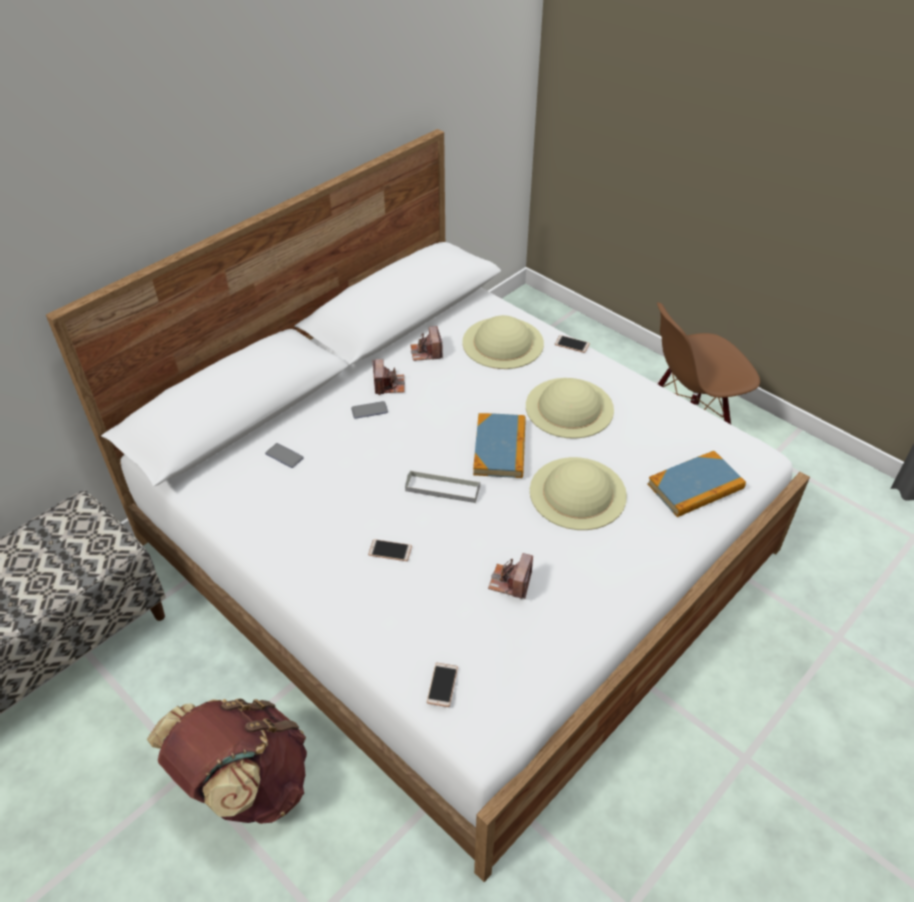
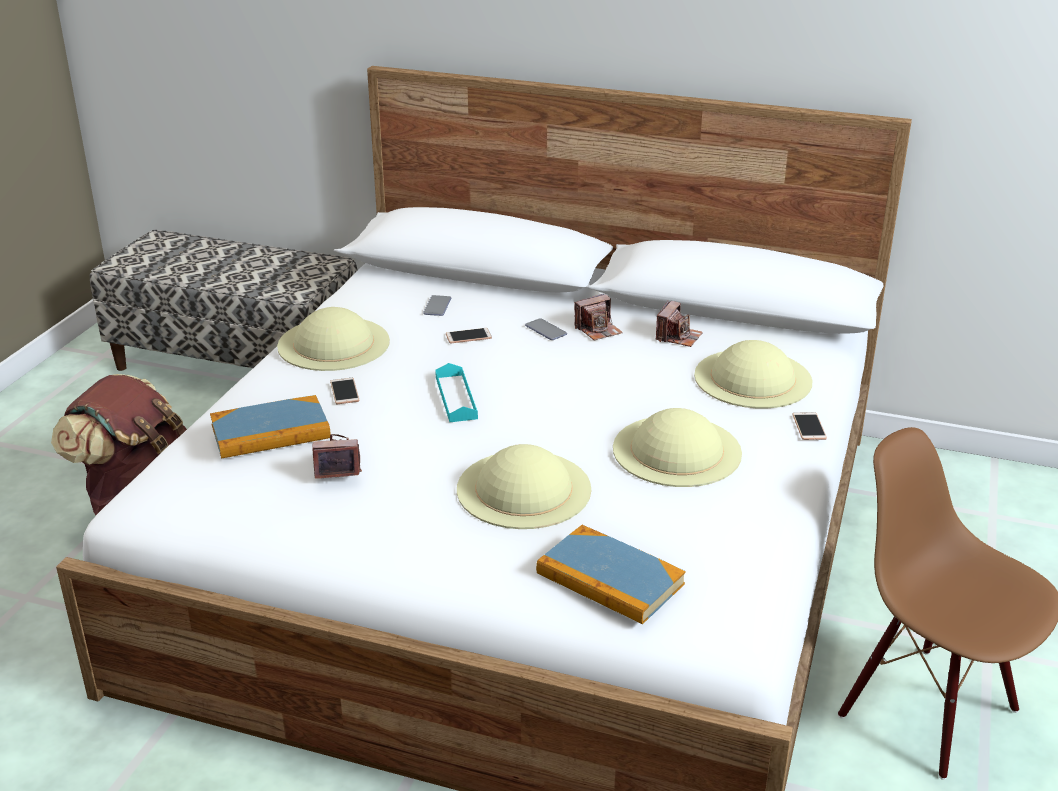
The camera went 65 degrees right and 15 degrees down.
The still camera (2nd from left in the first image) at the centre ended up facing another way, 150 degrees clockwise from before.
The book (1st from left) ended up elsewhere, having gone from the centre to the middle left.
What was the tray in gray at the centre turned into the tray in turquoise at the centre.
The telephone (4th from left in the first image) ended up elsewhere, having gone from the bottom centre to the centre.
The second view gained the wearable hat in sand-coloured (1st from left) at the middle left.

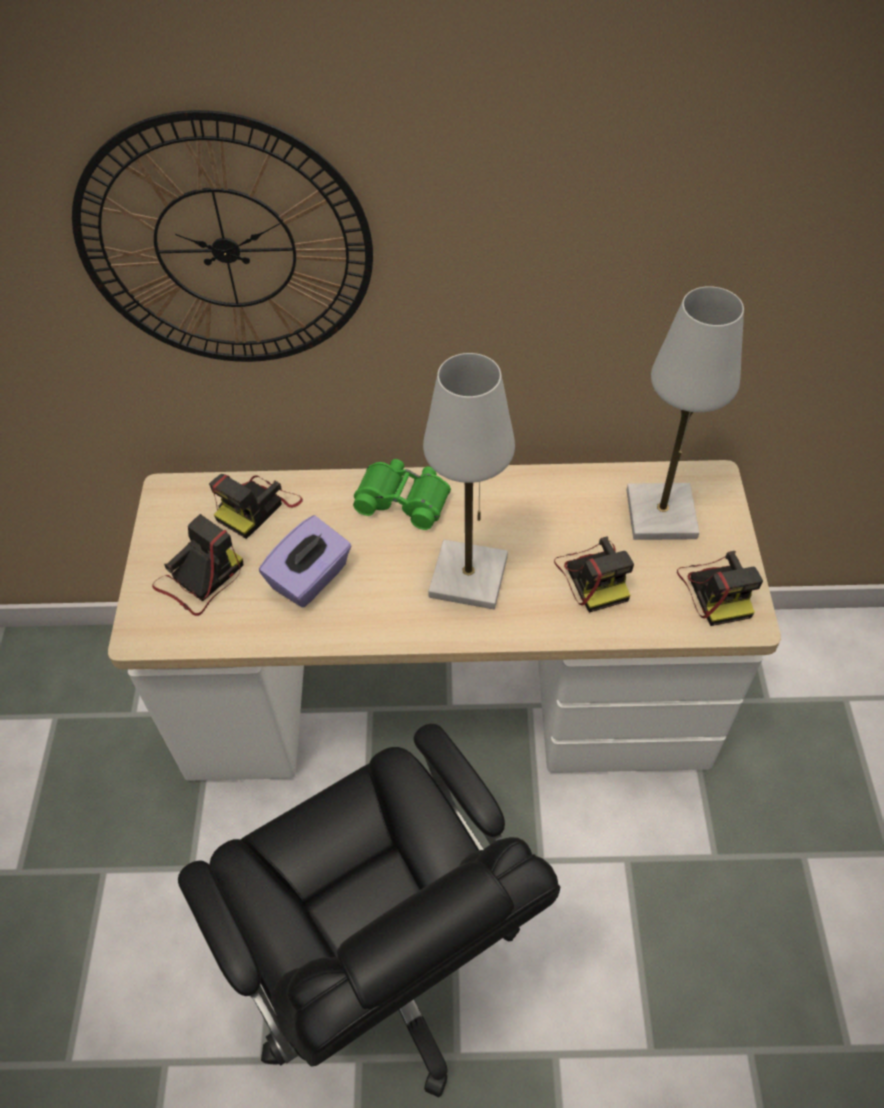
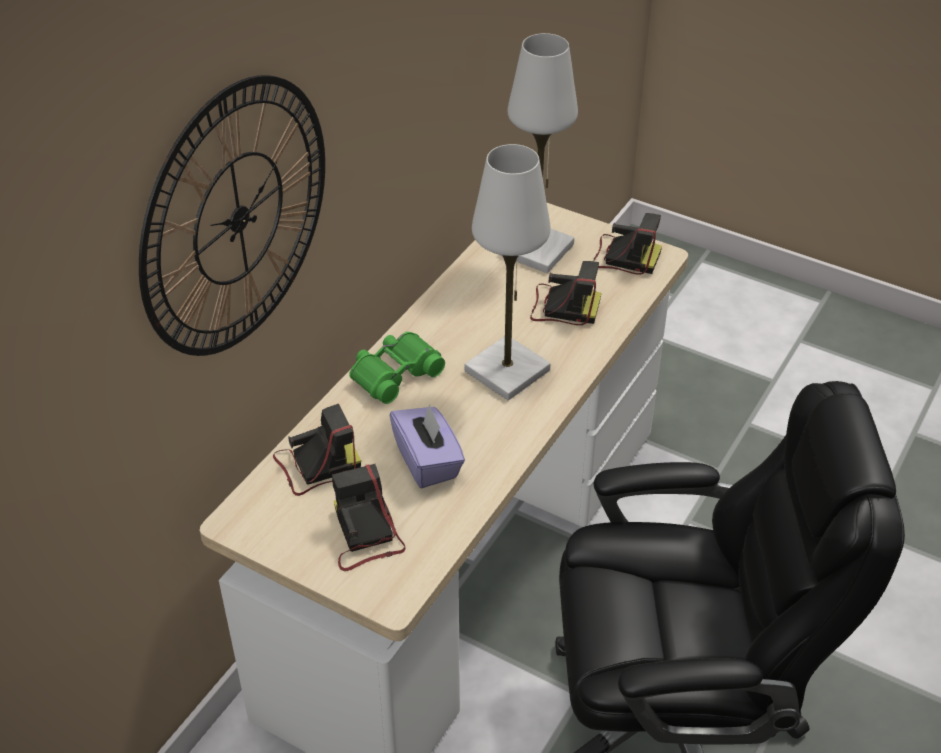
The camera went 60 degrees left and 10 degrees down.
The still camera (2nd from left in the first image) at the middle left ended up facing another way, 90 degrees counterclockwise from before.

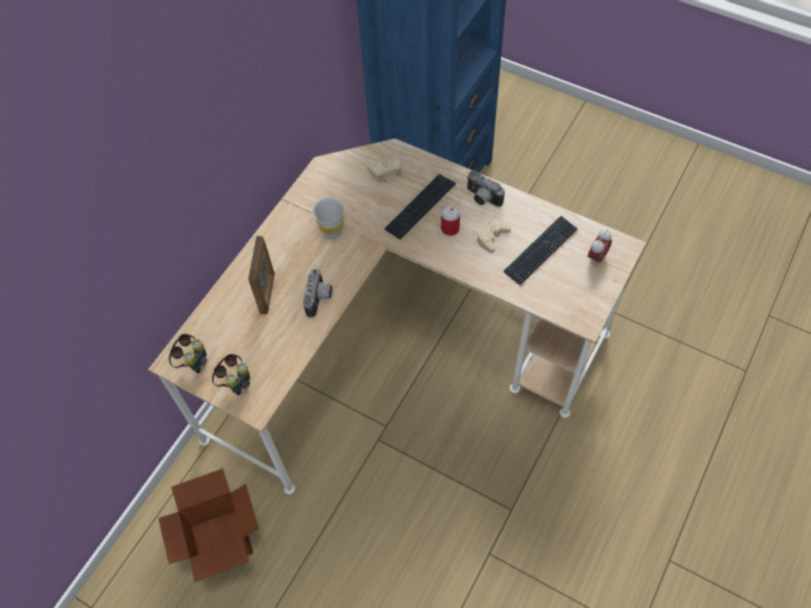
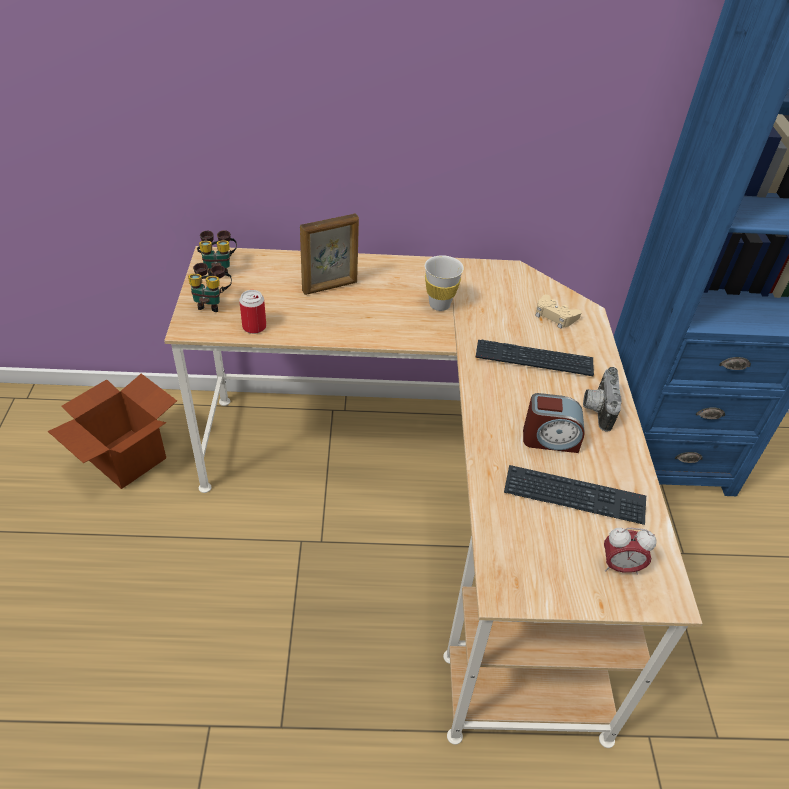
The camera went 55 degrees right and 15 degrees down.
The can ended up elsewhere, having gone from the centre to the middle left.
Where the gamepad in sand-coloured (2nd from left) stood at the centre, the table clock (1st from left) came to stand at the middle right.
The second view lost the still camera (1st from left) at the centre.

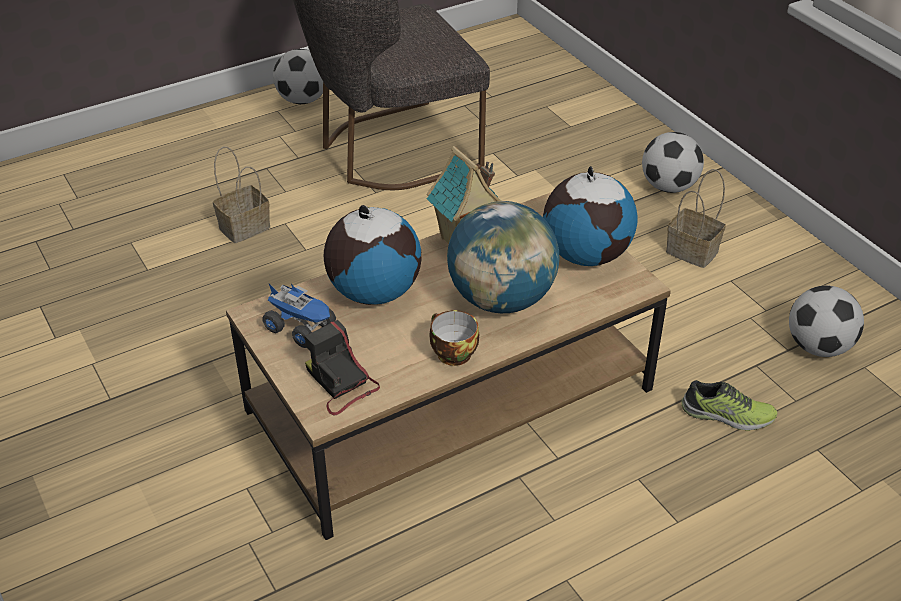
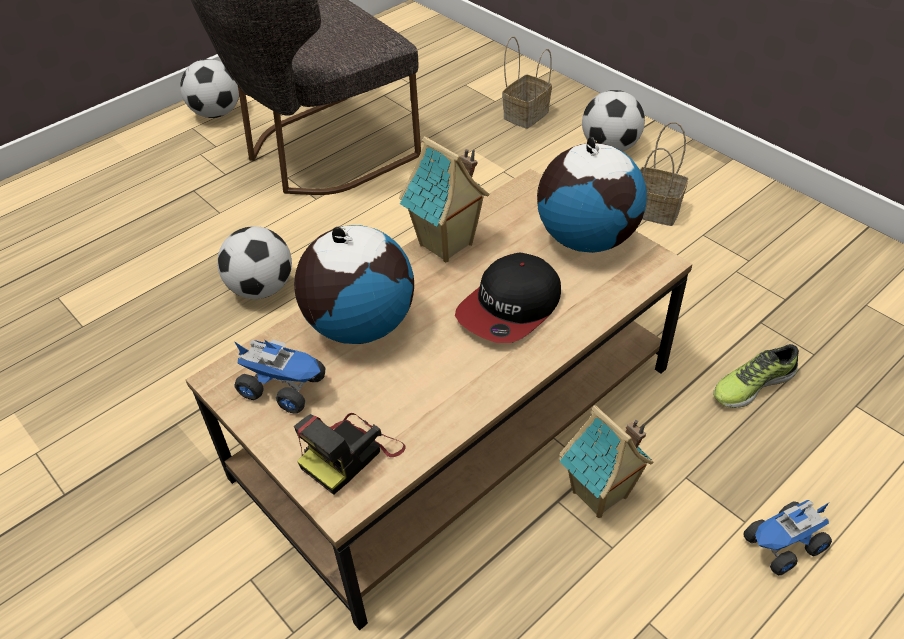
The camera went 10 degrees left and 5 degrees up.
The storage basket (1st from left) ended up elsewhere, having gone from the top left to the top centre.
Where the world globe (2nd from left) stood at the centre, the baseball cap came to stand at the centre.
The football (3rd from left in the first image) ended up elsewhere, having gone from the middle right to the middle left.
The second view lost the drinking cup at the centre.
The still camera at the centre ended up facing another way, 90 degrees counterclockwise from before.
The low shoe at the bottom right ended up facing another way, 150 degrees clockwise from before.
The second view gained the toy house (2nd from left) at the bottom right.
The second view gained the model truck (2nd from left) at the bottom right.

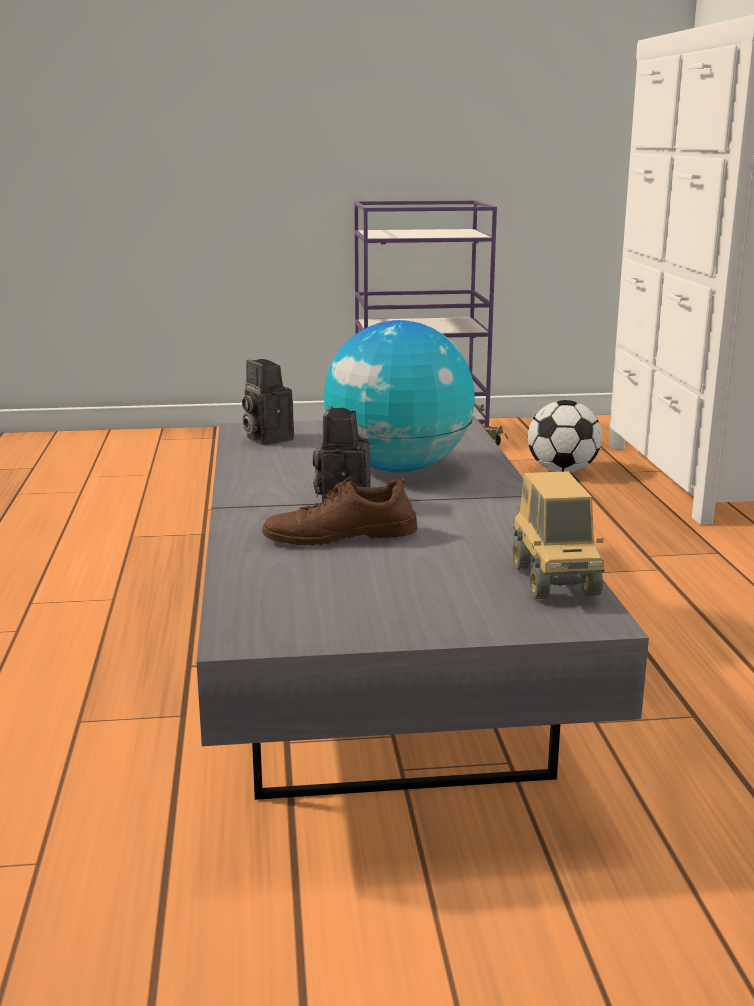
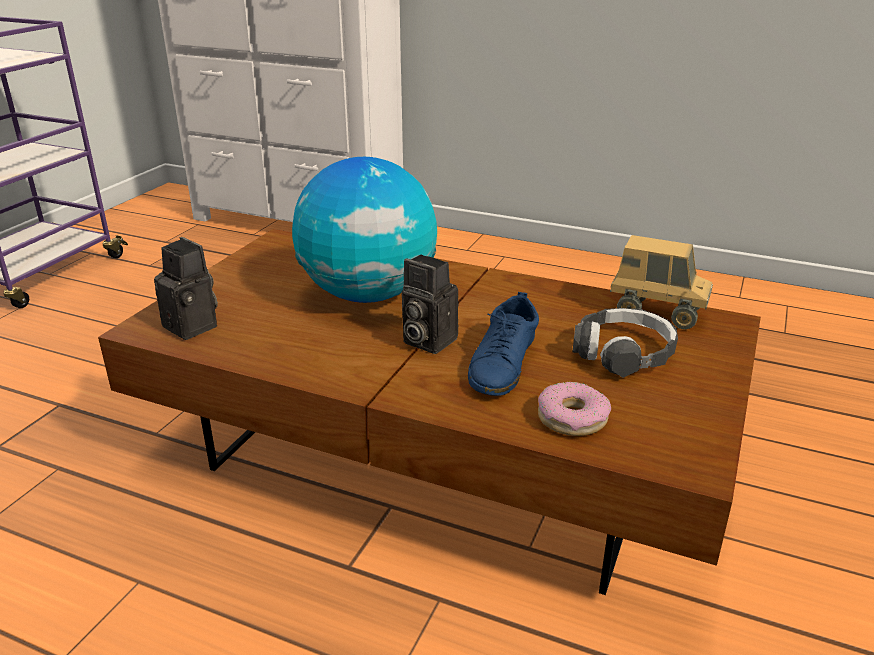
The camera went 60 degrees left and 10 degrees up.
The still camera (1st from left) at the centre ended up facing another way, 135 degrees counterclockwise from before.
The second view lost the football at the middle right.
What was the low table in gray at the centre turned into the low table in brown-coloured at the centre.
What was the low shoe in brown-coloured at the centre turned into the low shoe in bluish at the centre.
The second view gained the pair of headphones at the middle right.
The second view gained the ring doughnut at the centre.

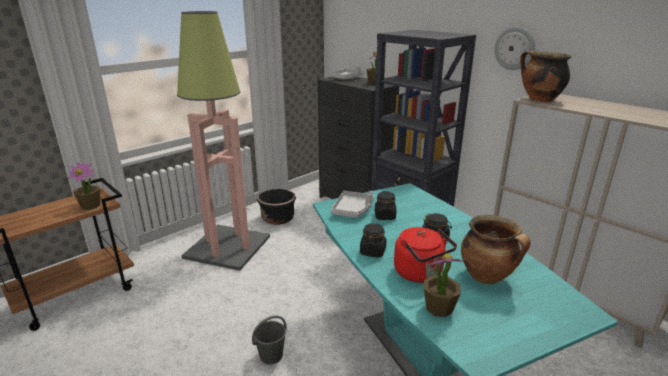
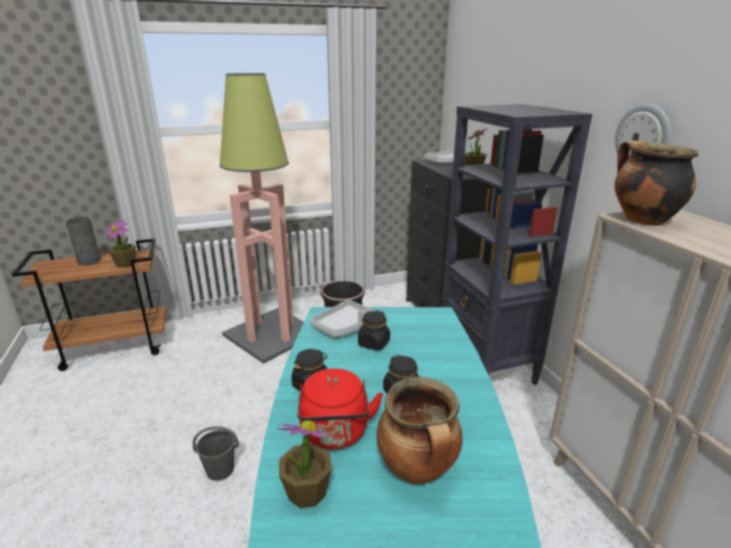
The camera went 25 degrees right and 0 degrees up.
The second view gained the decorative vase in gray at the middle left.

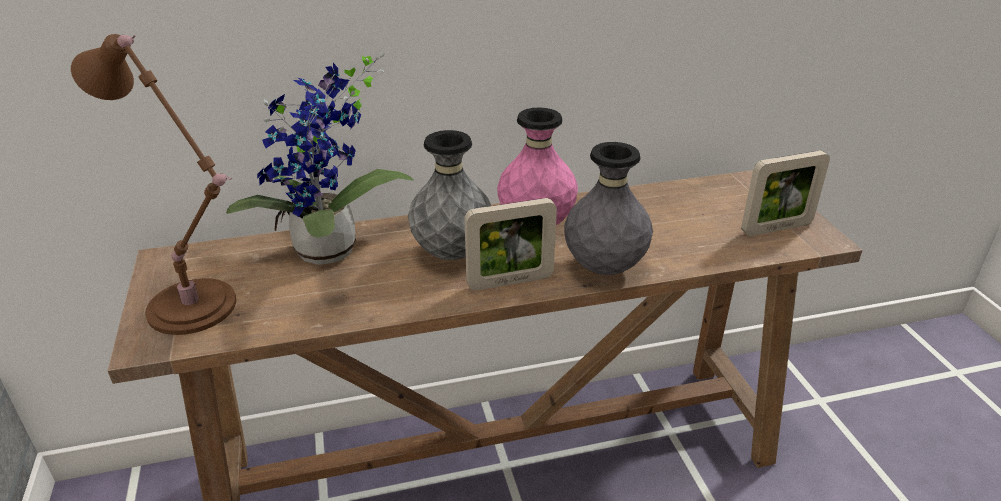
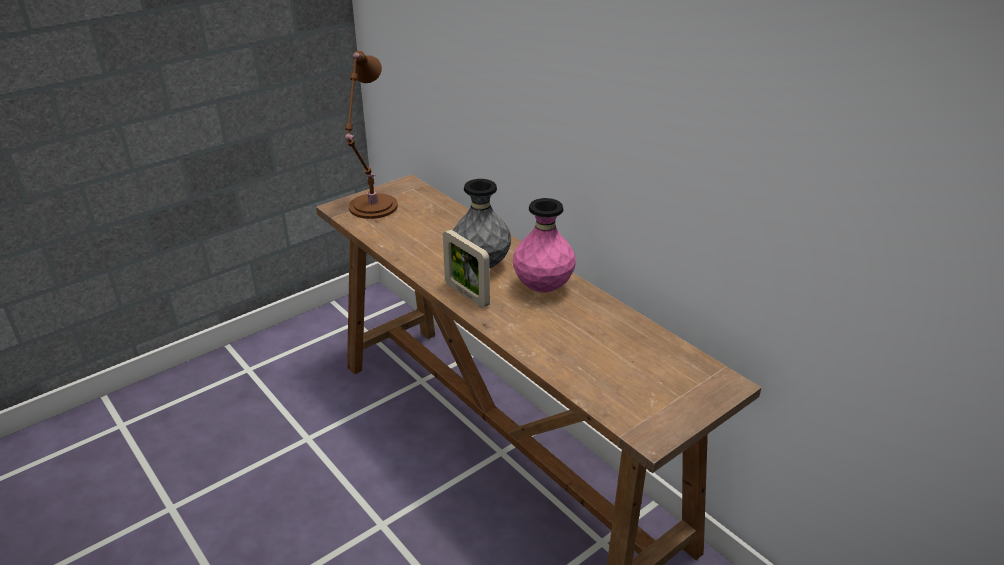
The camera went 65 degrees right and 0 degrees up.
The second view lost the plant in a pot at the top left.
The second view lost the decorative vase in gray (2nd from left) at the centre.
The second view lost the standing frame (2nd from left) at the middle right.

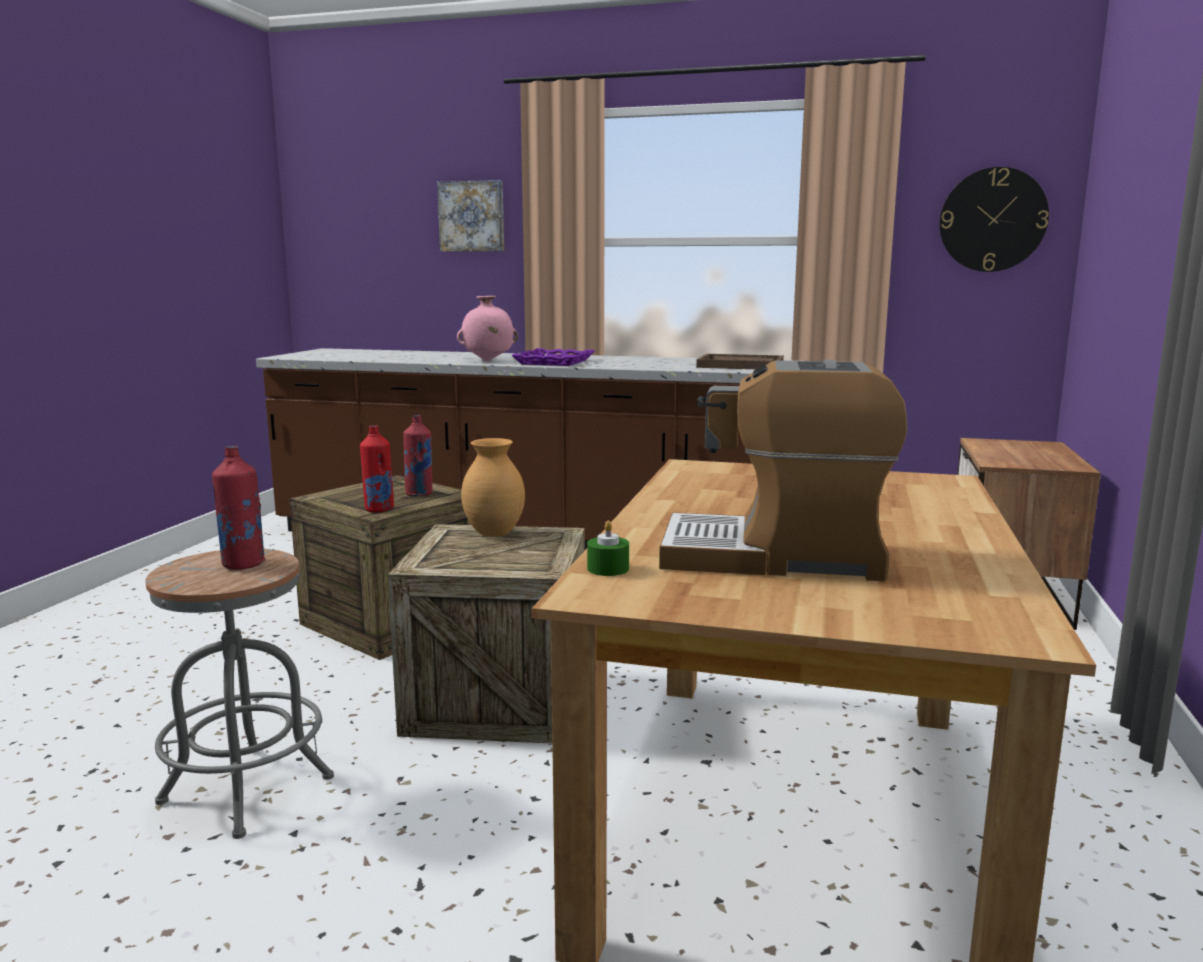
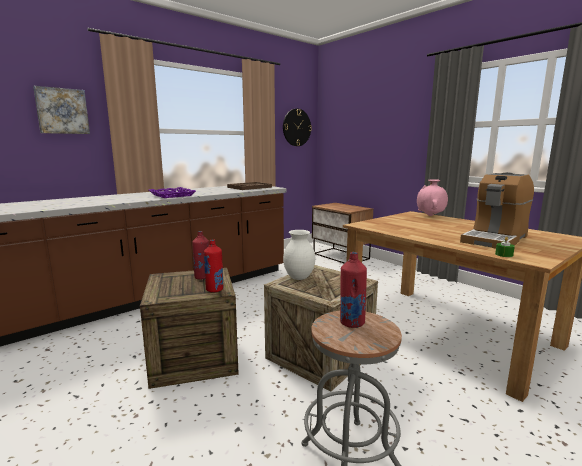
The camera went 55 degrees left and 0 degrees up.
The decorative vase in pink-coloured ended up elsewhere, having gone from the centre to the middle right.
What was the decorative vase in brown-coloured at the centre turned into the decorative vase in whitish at the centre.

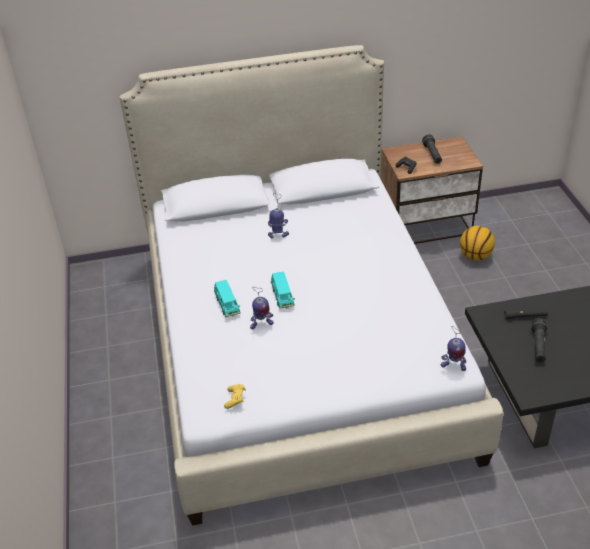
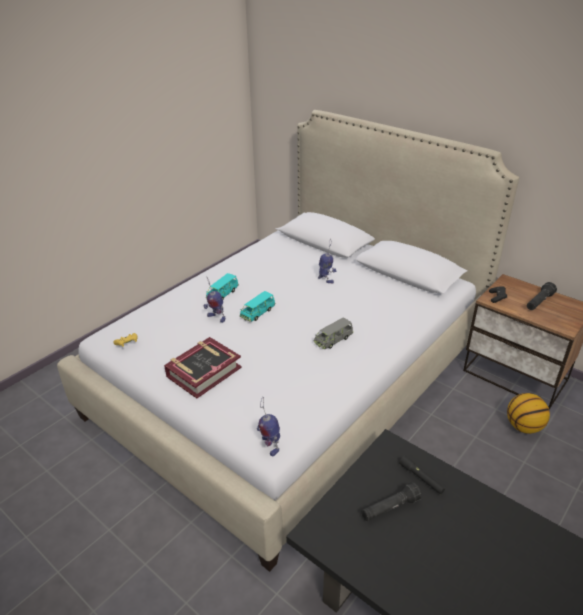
The camera went 50 degrees right and 5 degrees down.
The second view gained the toy car in gray at the centre.
The second view gained the book at the centre.

